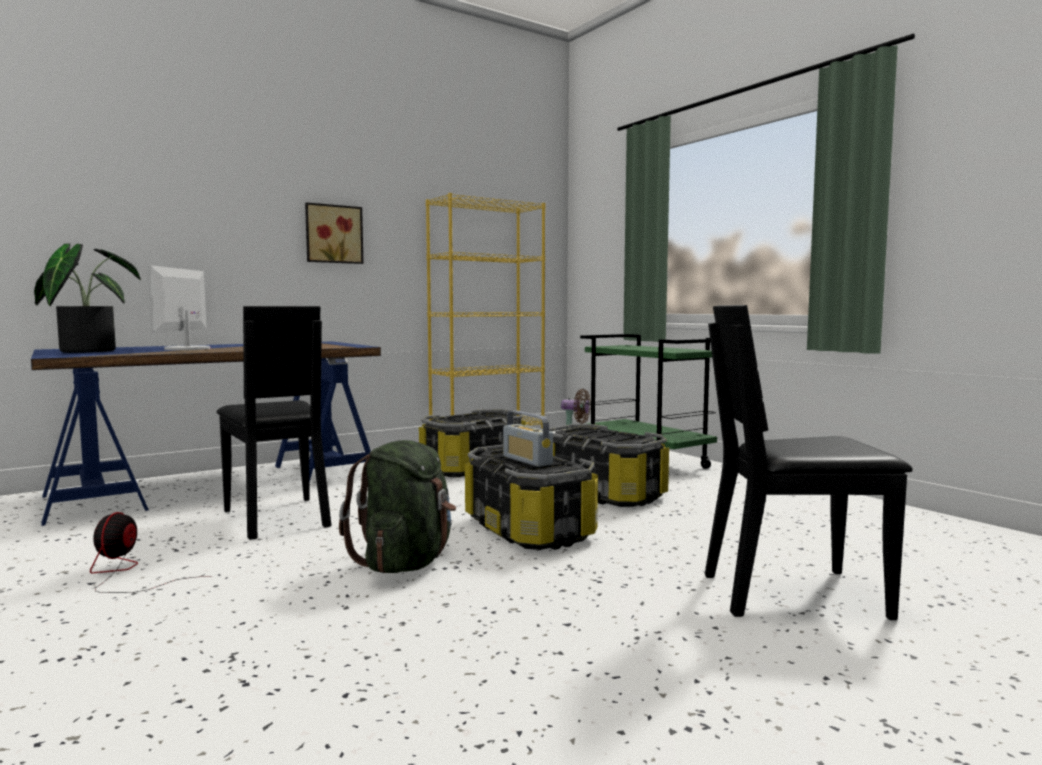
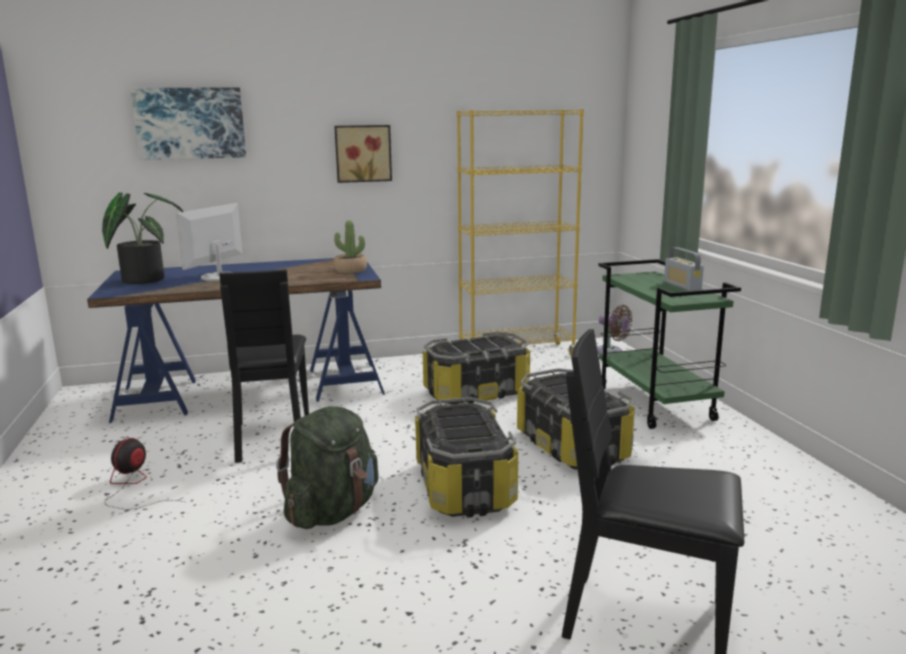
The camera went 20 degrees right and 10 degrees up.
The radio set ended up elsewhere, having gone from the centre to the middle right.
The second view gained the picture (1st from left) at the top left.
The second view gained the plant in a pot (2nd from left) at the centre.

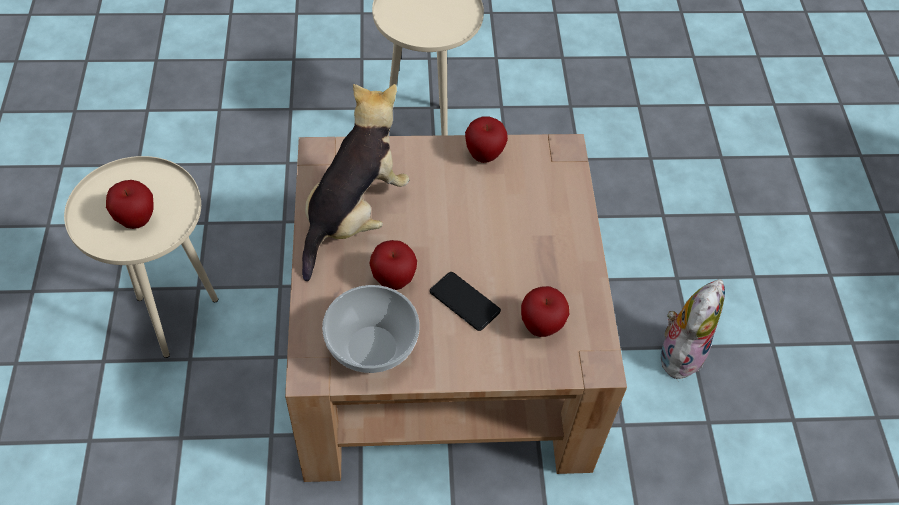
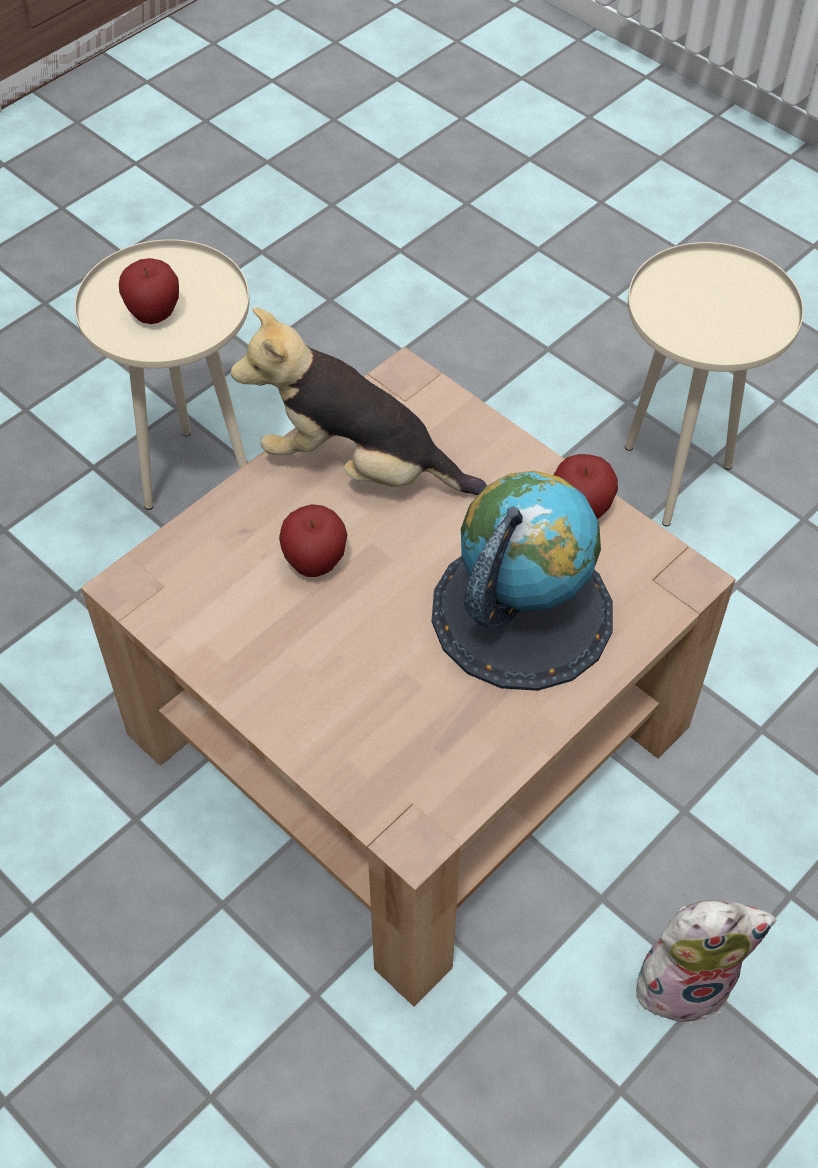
The camera went 50 degrees right and 0 degrees up.
The soft toy (1st from left) at the centre ended up facing another way, 150 degrees counterclockwise from before.
The second view lost the telephone at the centre.
The second view lost the serving bowl at the centre.
The second view lost the whole apple (4th from left) at the centre.
The second view gained the world globe at the centre.

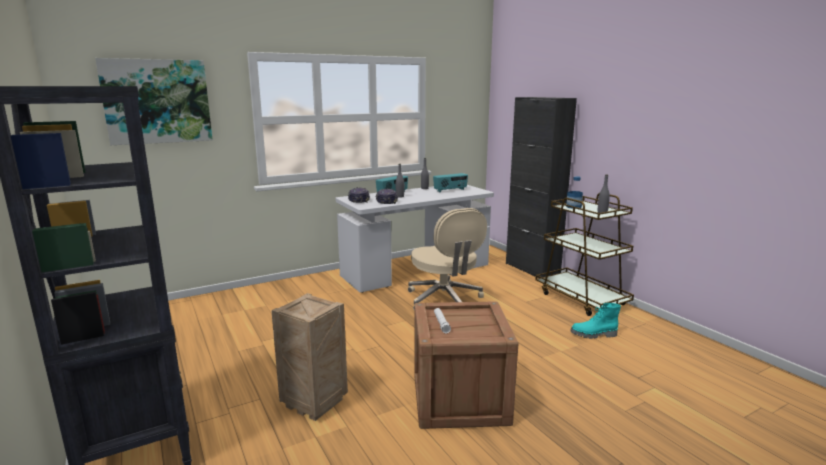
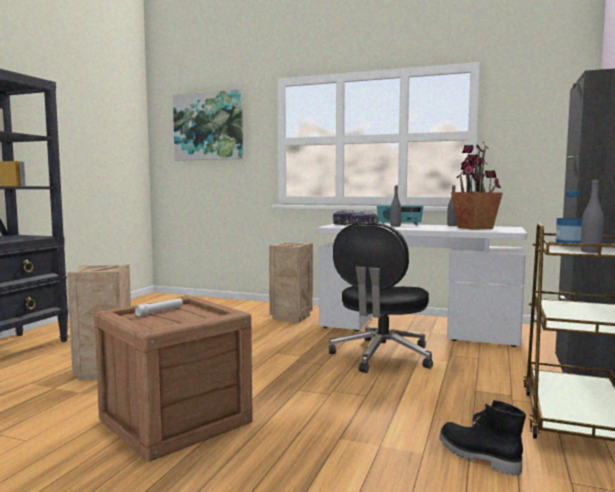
The camera went 50 degrees right and 10 degrees down.
Where the radio set (2nd from left) stood at the centre, the plant in a pot came to stand at the middle right.
What was the office chair in sand-coloured at the centre turned into the office chair in black-coloured at the centre.
What was the boot in turquoise at the bottom right turned into the boot in black-coloured at the bottom right.
The second view gained the crate (3rd from left) at the centre.

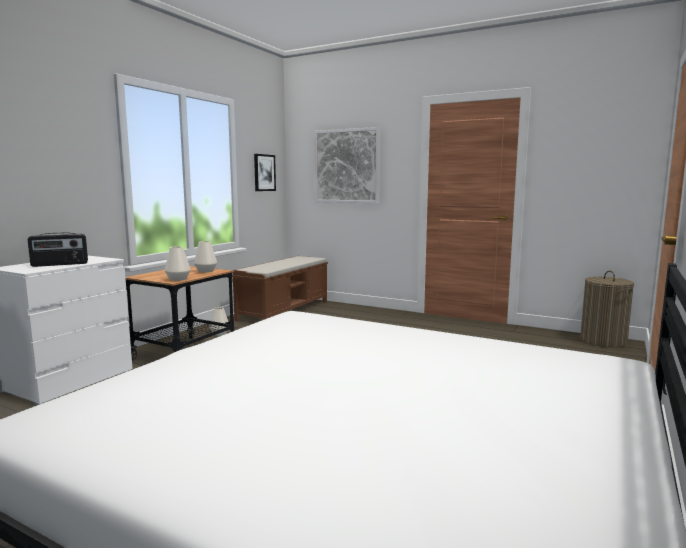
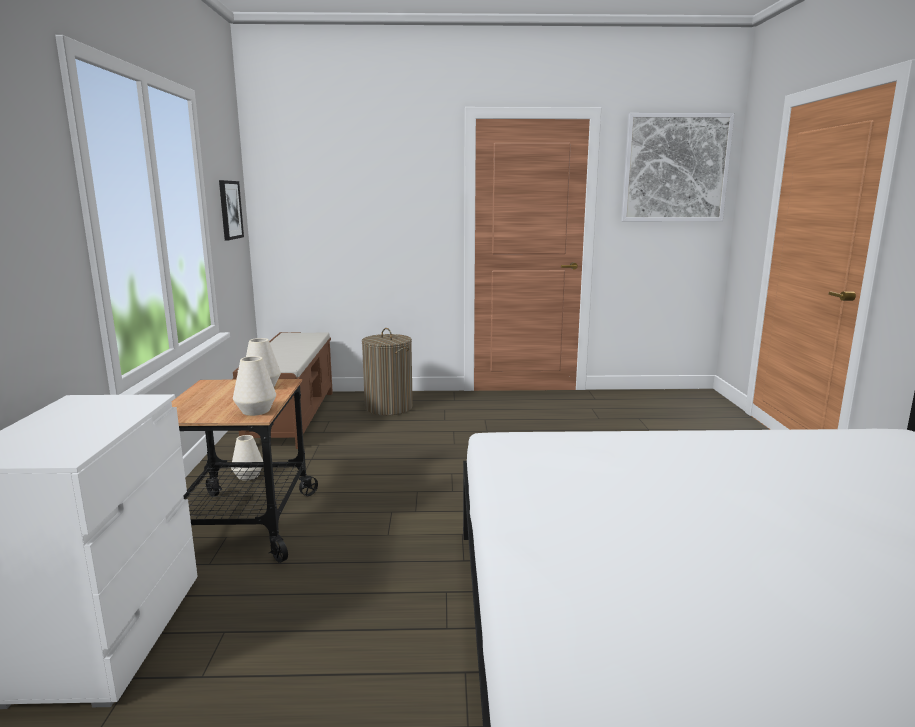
The camera went 30 degrees left and 5 degrees up.
The picture (2nd from left) ended up elsewhere, having gone from the top centre to the top right.
The second view lost the radio set at the middle left.
The hamper ended up elsewhere, having gone from the middle right to the centre.

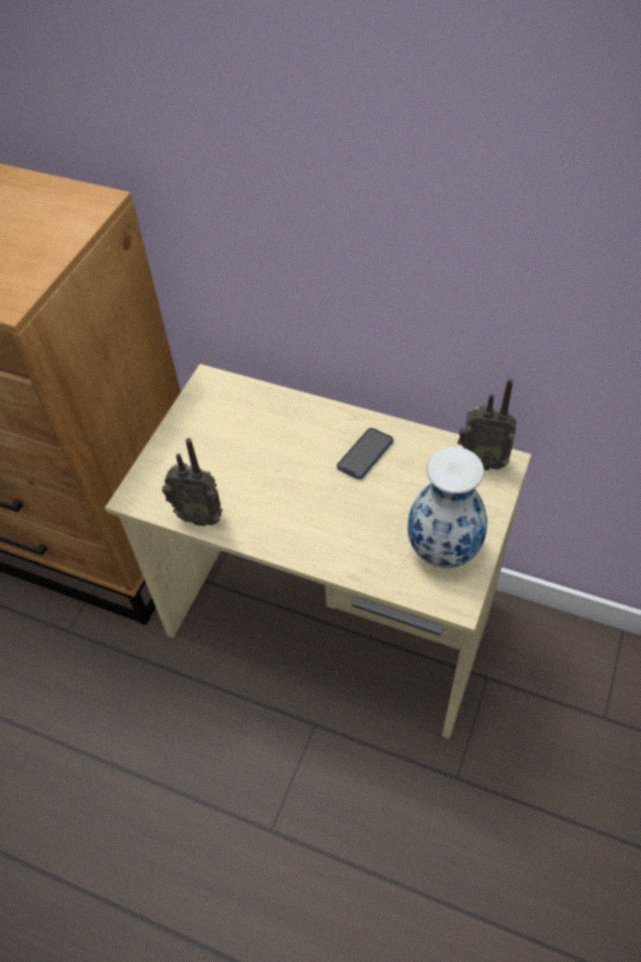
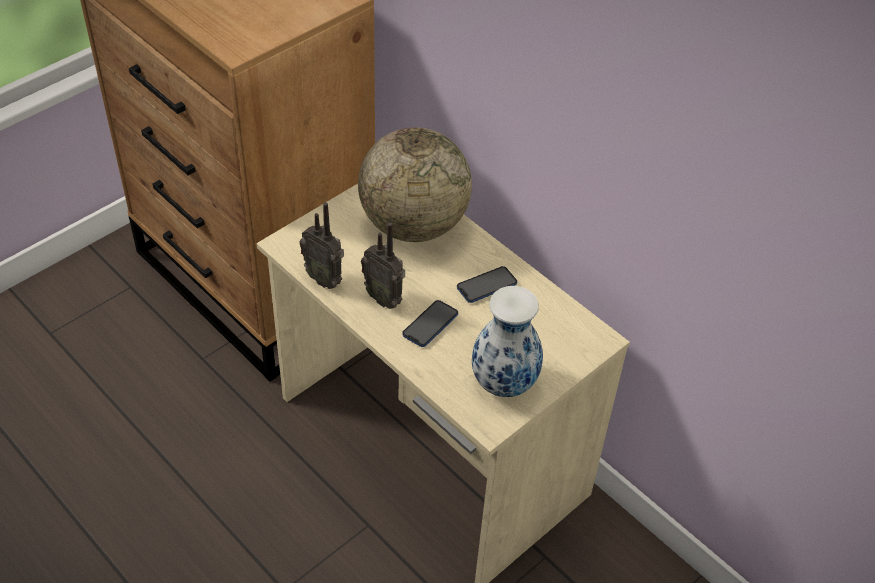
The camera went 20 degrees right and 5 degrees down.
The radio set (2nd from left) ended up elsewhere, having gone from the middle right to the centre.
The second view gained the world globe at the top centre.
The second view gained the telephone (1st from left) at the centre.

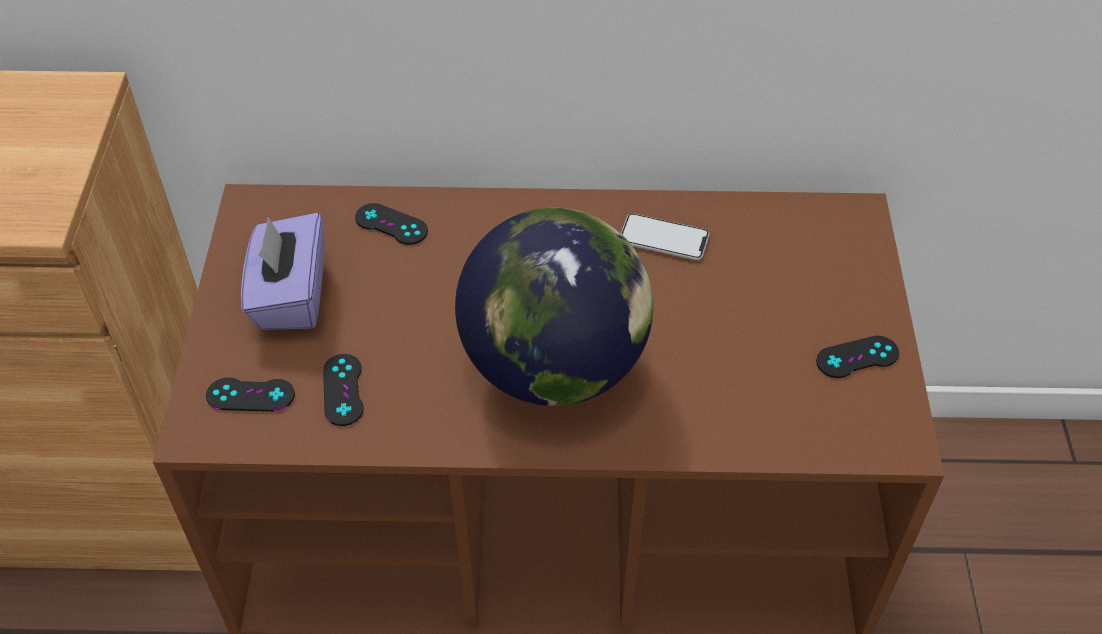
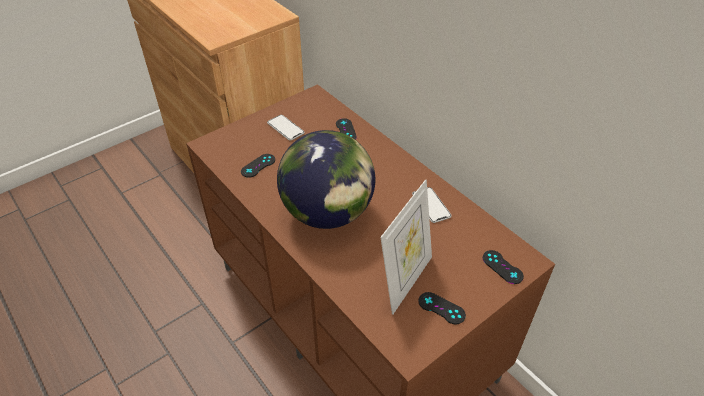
The camera went 50 degrees right and 5 degrees down.
Where the box of tissues in purple-coloured stood at the middle left, the telephone (1st from left) came to stand at the top centre.
The gamepad in black-coloured (1st from left in the first image) ended up elsewhere, having gone from the middle left to the bottom right.
The second view gained the standing frame at the centre.

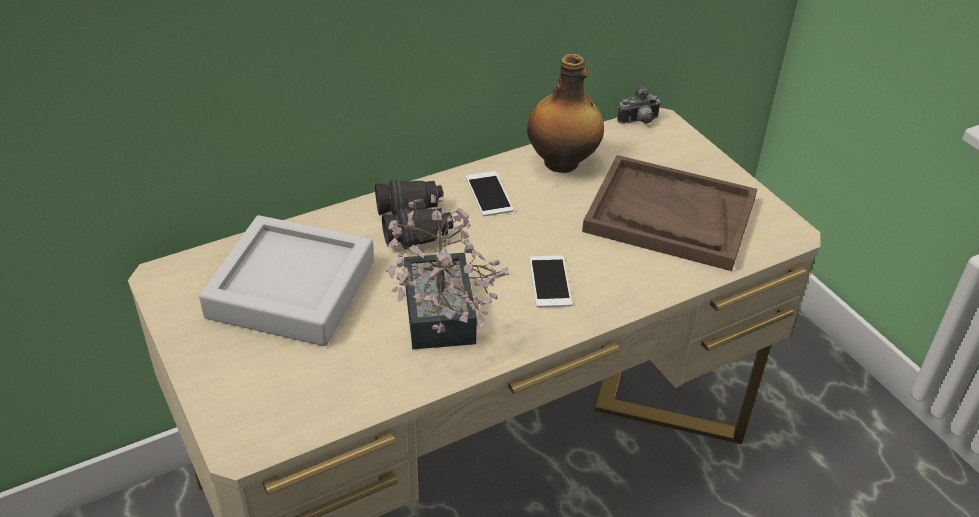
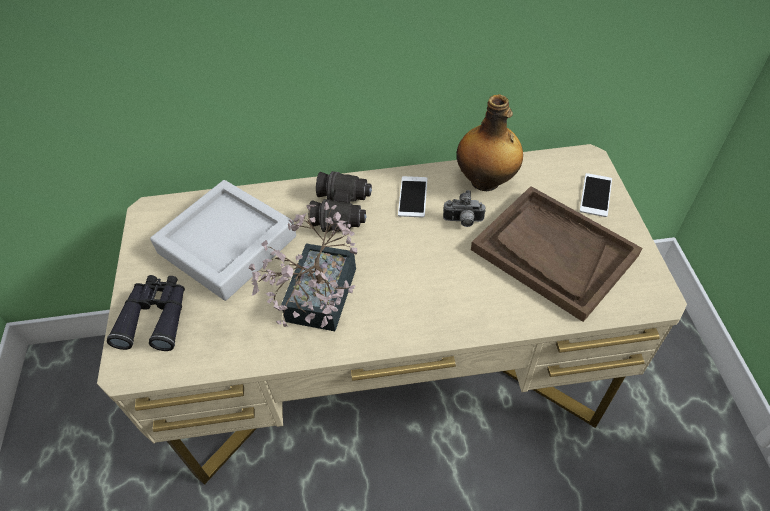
The camera went 25 degrees right and 10 degrees up.
The still camera ended up elsewhere, having gone from the top centre to the centre.
The telephone (2nd from left) ended up elsewhere, having gone from the centre to the middle right.
The second view gained the binoculars in black-coloured (1st from left) at the middle left.

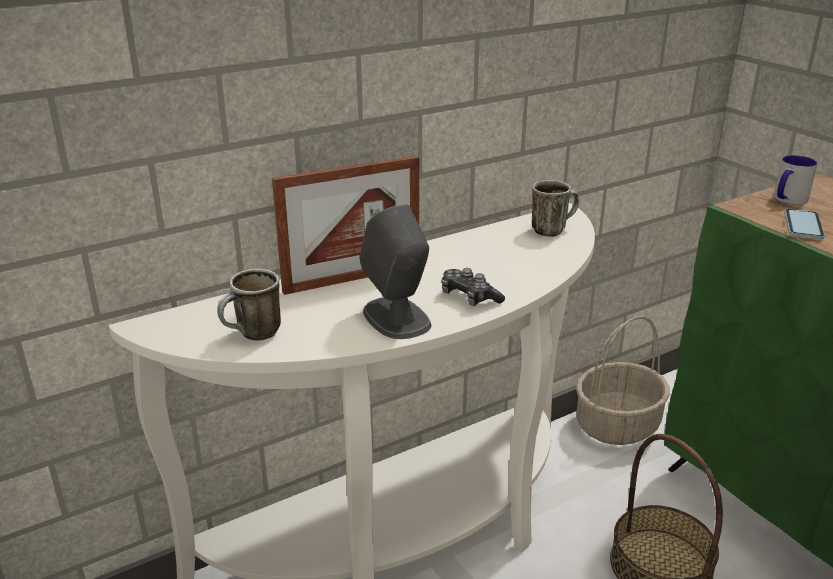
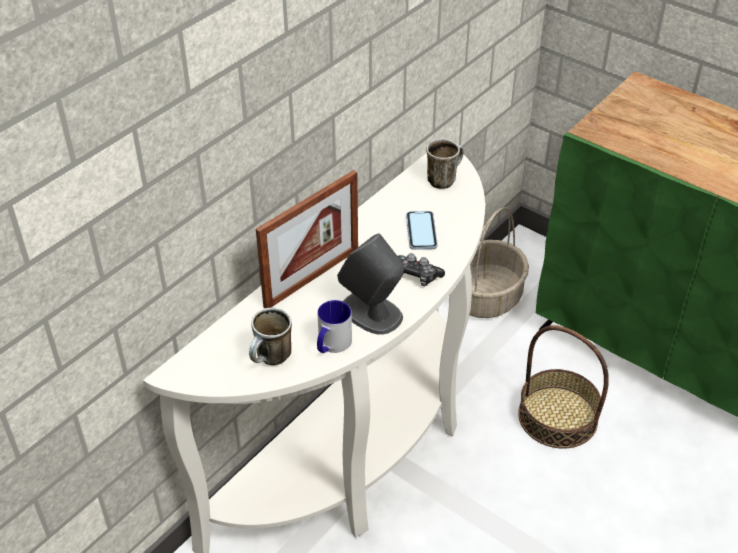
The camera went 20 degrees left and 15 degrees up.
The tea mug (3rd from left in the first image) ended up elsewhere, having gone from the top right to the centre.
The telephone ended up elsewhere, having gone from the middle right to the centre.

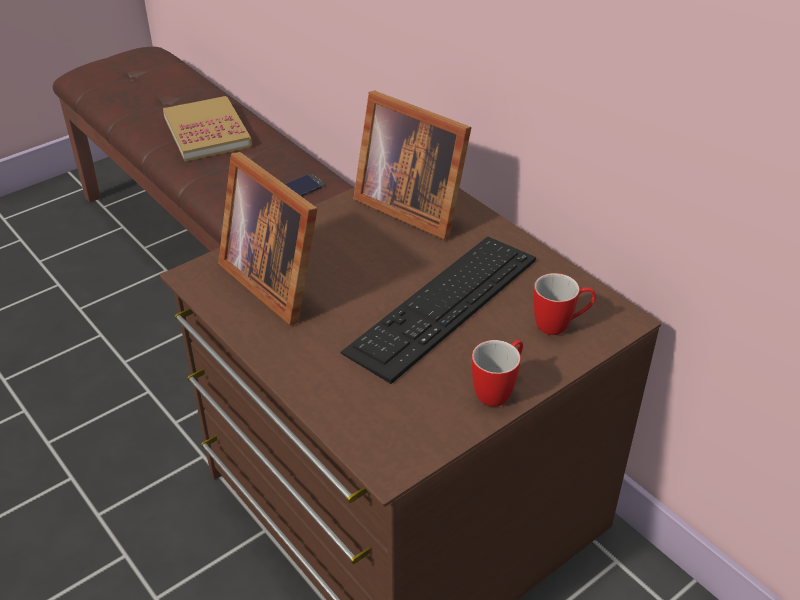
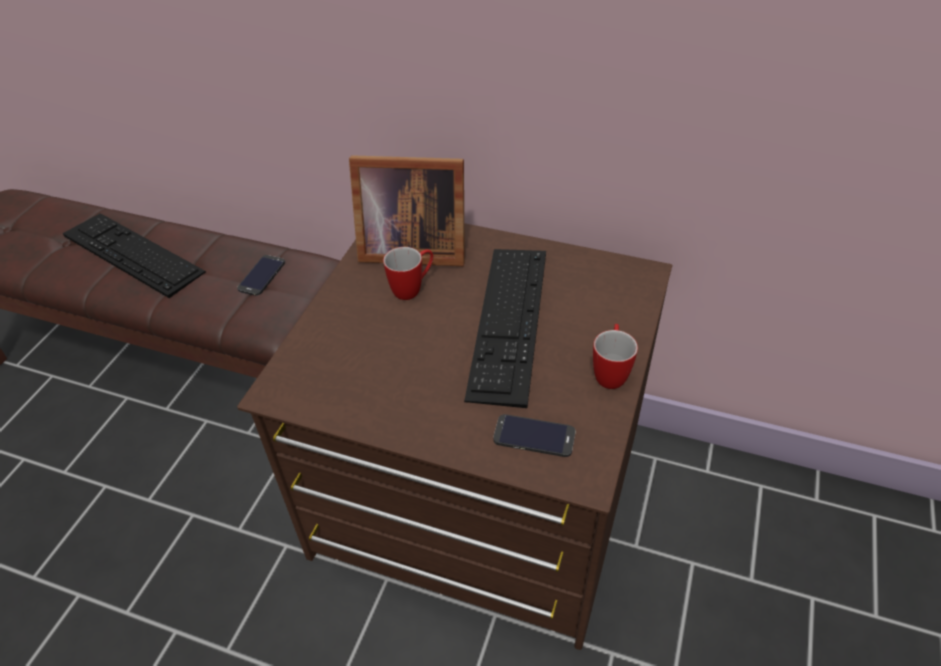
The camera went 30 degrees left and 5 degrees up.
Where the book stood at the top left, the computer keyboard (1st from left) came to stand at the middle left.
The second view lost the standing frame (1st from left) at the centre.
The tea mug (2nd from left in the first image) ended up elsewhere, having gone from the middle right to the centre.
The second view gained the telephone (2nd from left) at the centre.

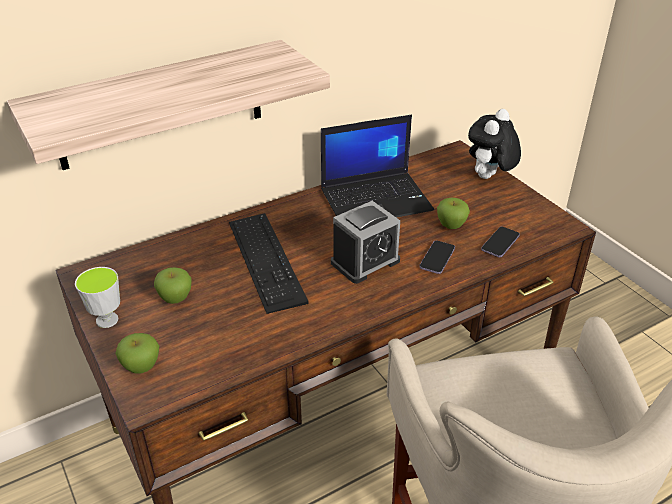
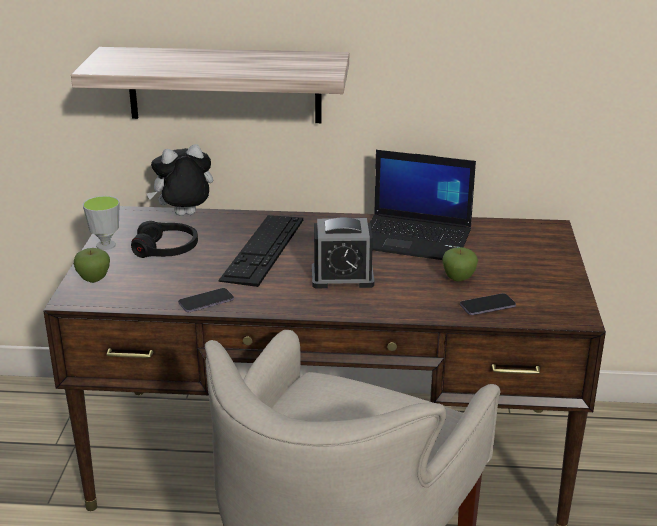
The camera went 35 degrees right and 10 degrees down.
The soft toy ended up elsewhere, having gone from the top right to the middle left.
The telephone (1st from left) ended up elsewhere, having gone from the centre to the middle left.
Where the whole apple (2nd from left) stood at the middle left, the pair of headphones in black-coloured came to stand at the middle left.

